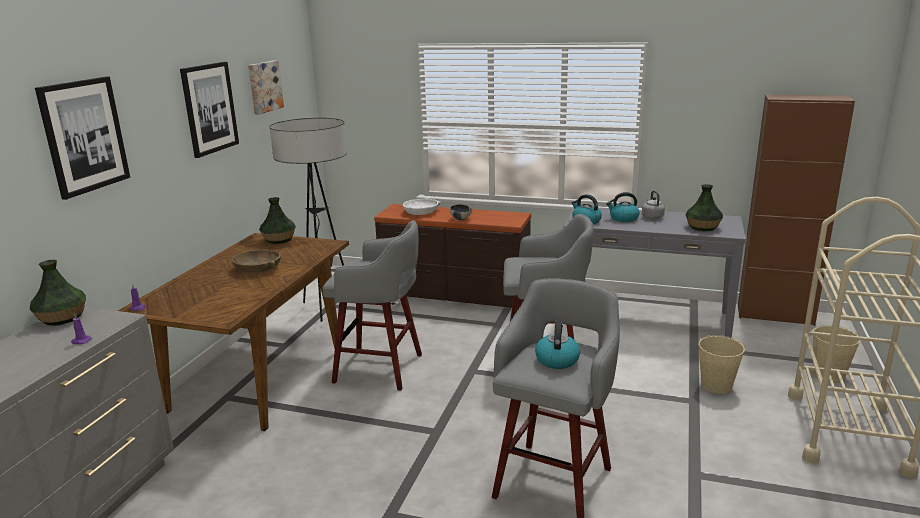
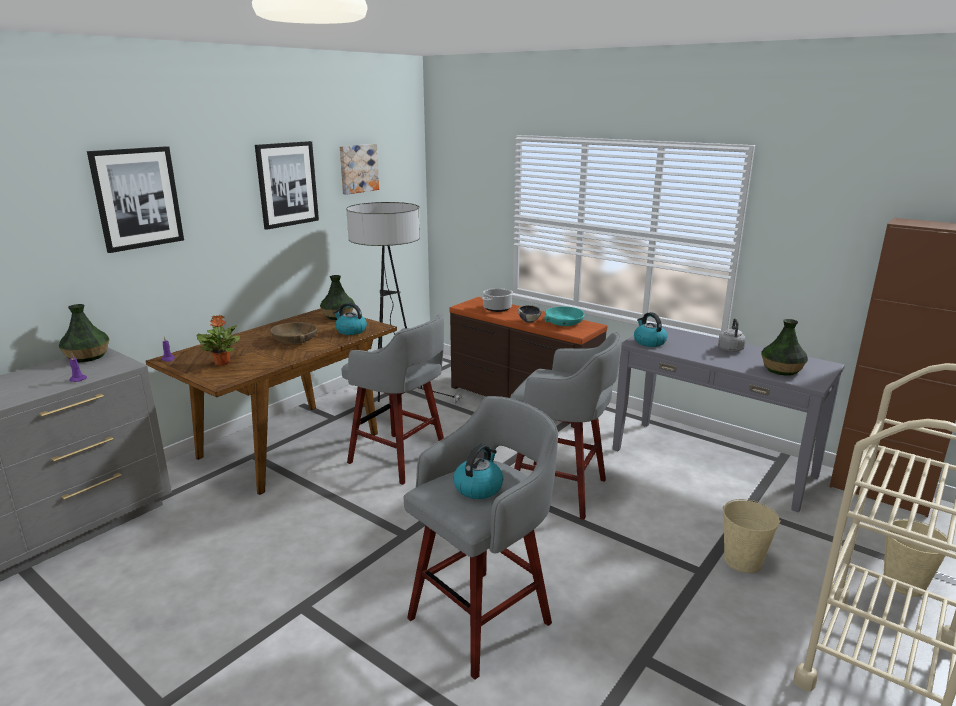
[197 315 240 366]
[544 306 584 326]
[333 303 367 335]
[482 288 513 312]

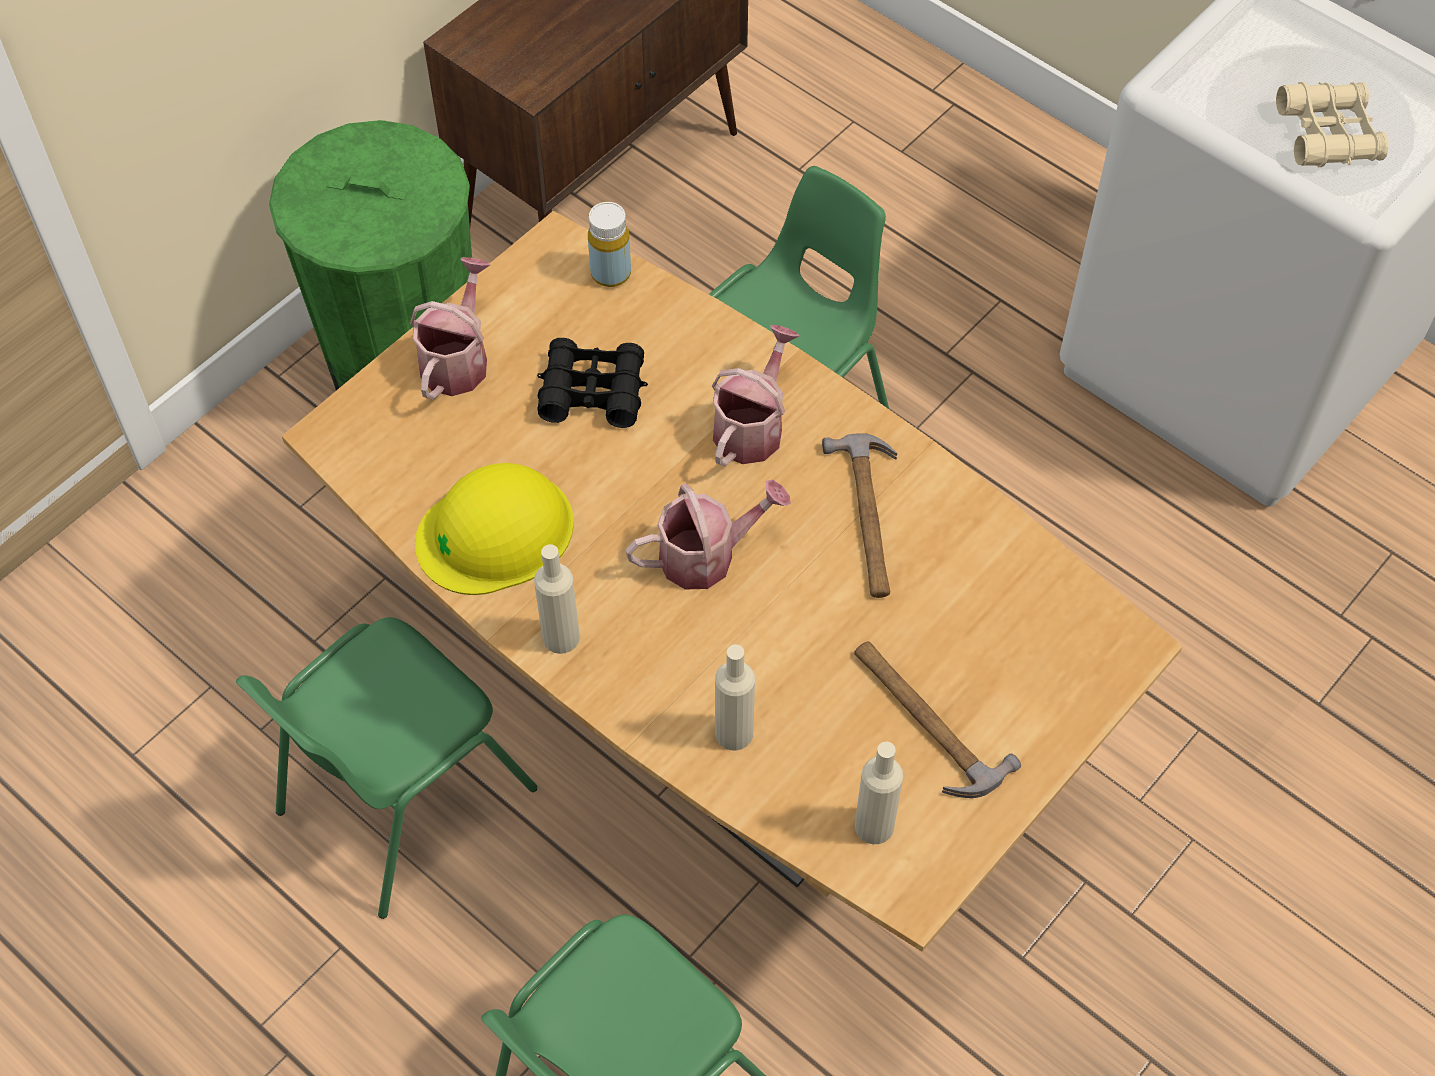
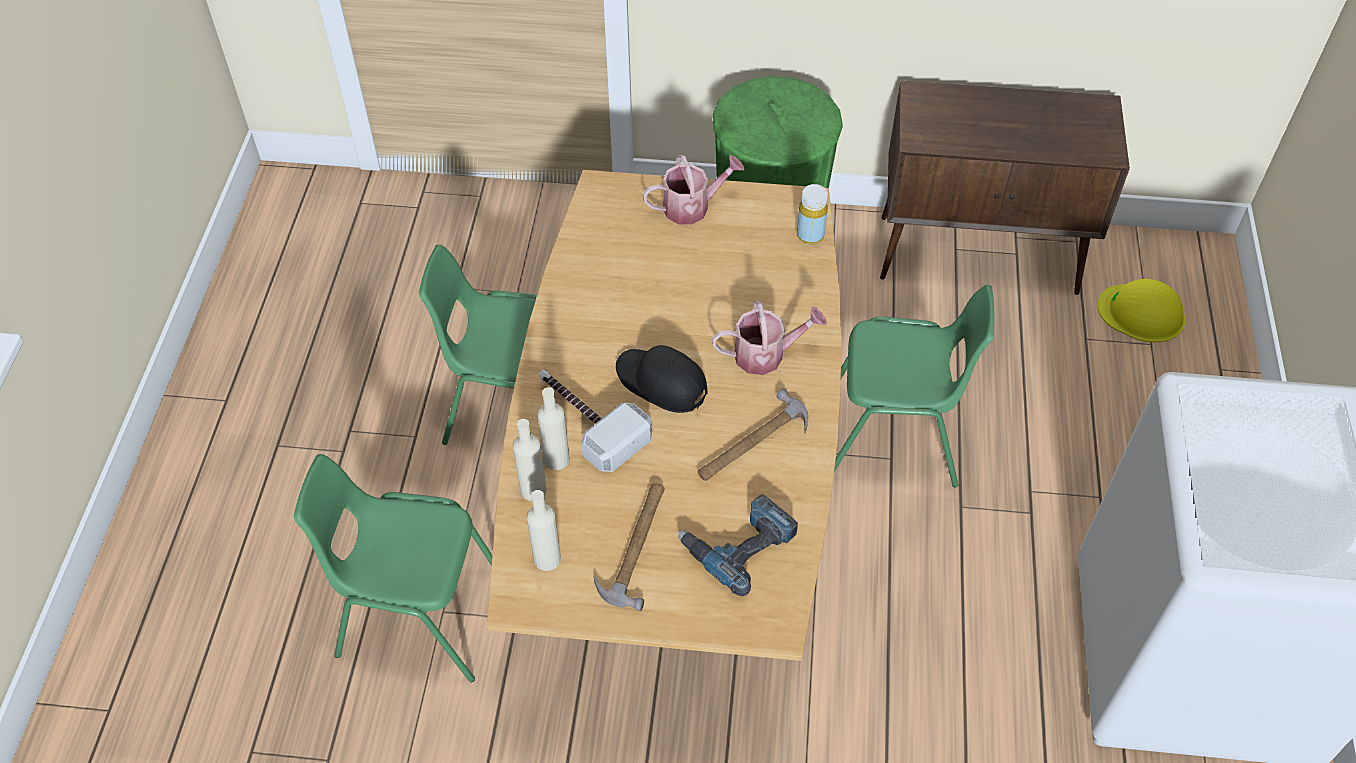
[537 338 648 428] (first image)
[1276 82 1389 167] (first image)
[539 370 652 472]
[677 494 798 596]
[1097 279 1185 342]
[513 419 547 501]
[616 345 708 413]

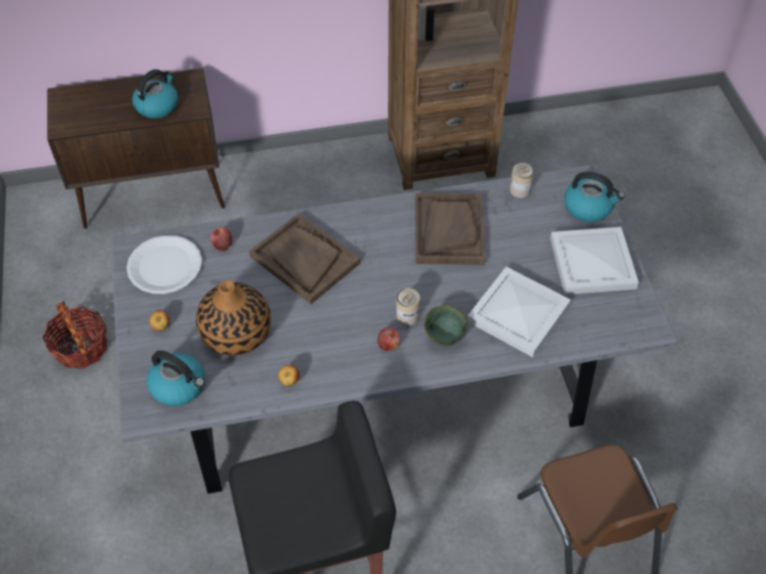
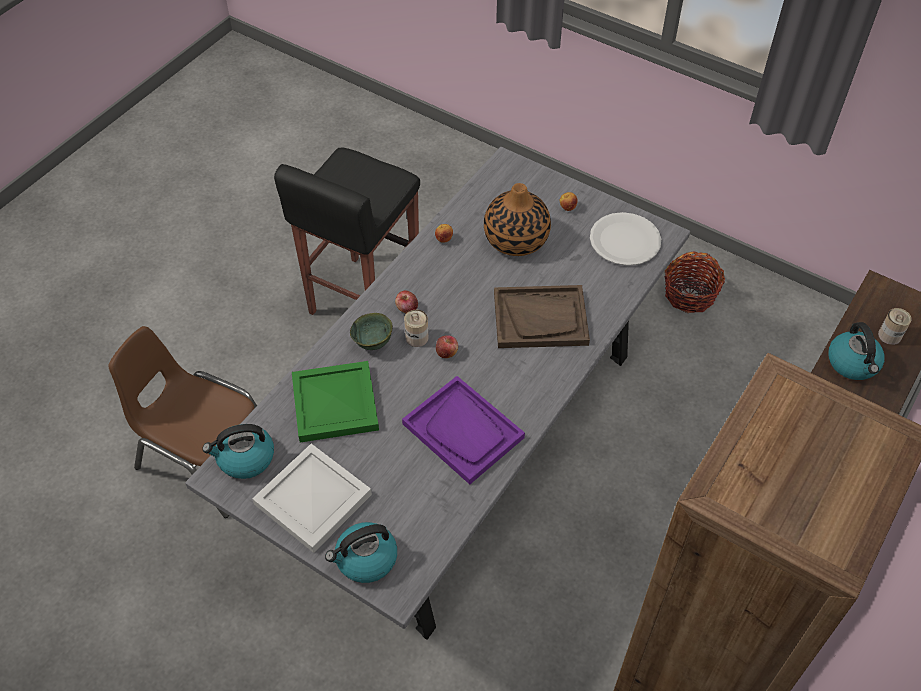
[202 424 274 479]
[436 335 458 358]
[878 308 912 345]
[402 376 525 484]
[292 361 379 443]

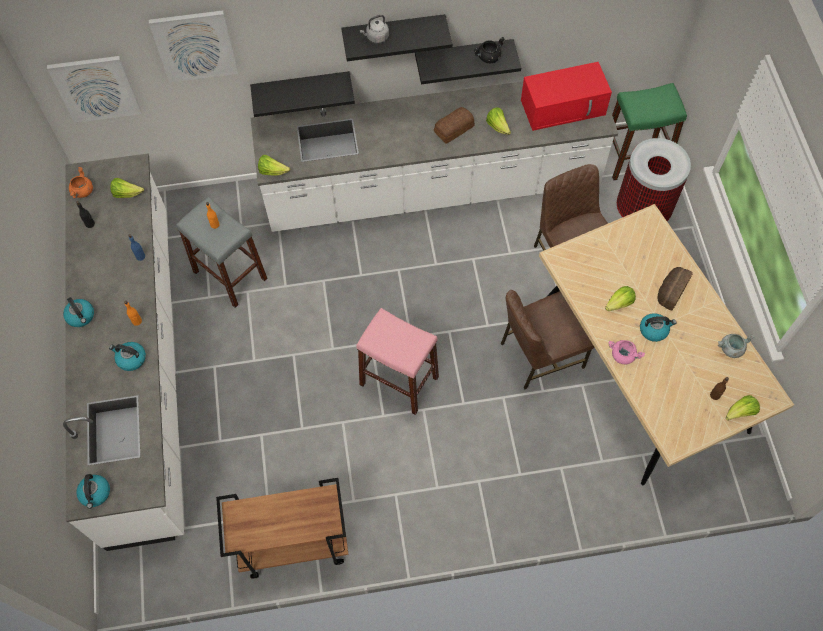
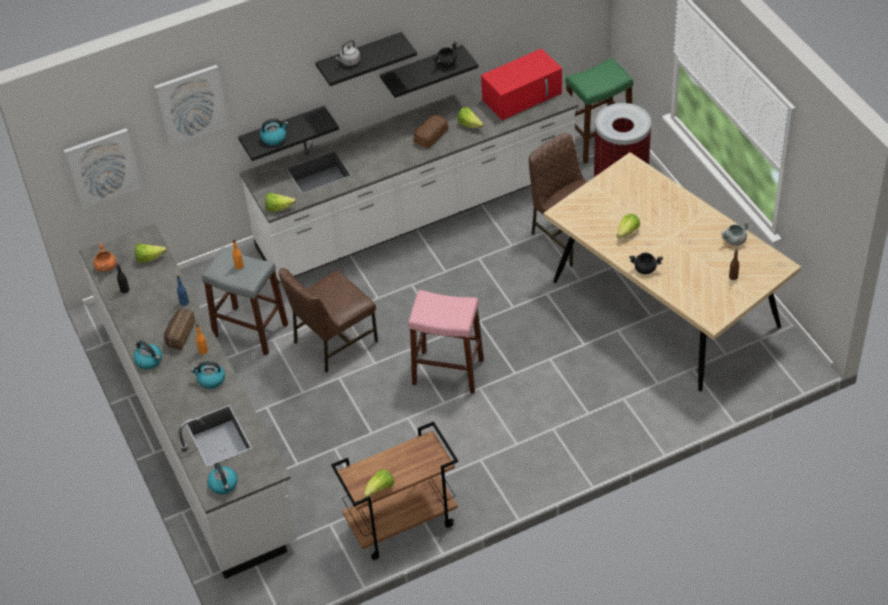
[279 268 378 373]
[260 118 288 145]
[164 309 195 350]
[364 469 394 498]
[629 253 663 274]

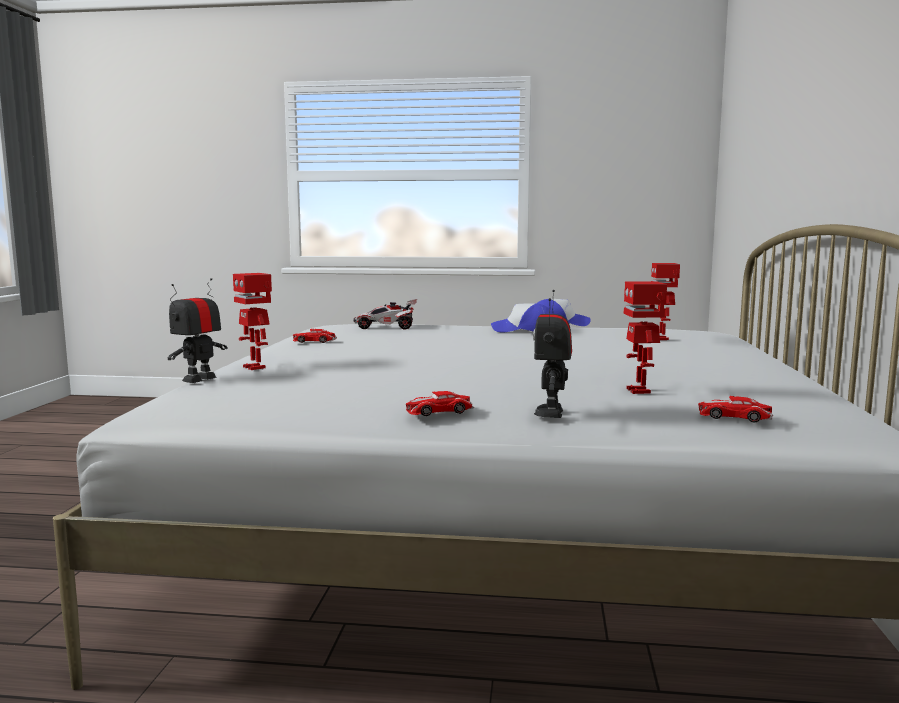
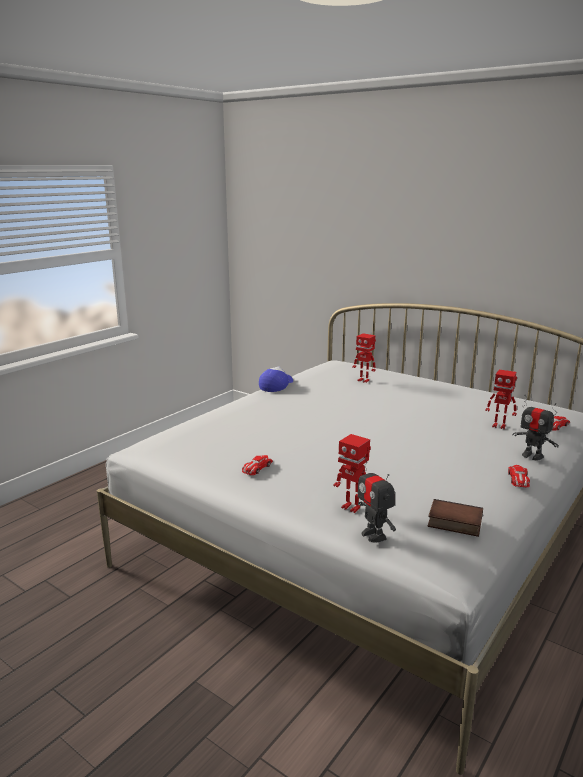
[353 299 417 329] (first image)
[491 303 553 333] (first image)
[428 499 483 537]
[334 434 371 513]

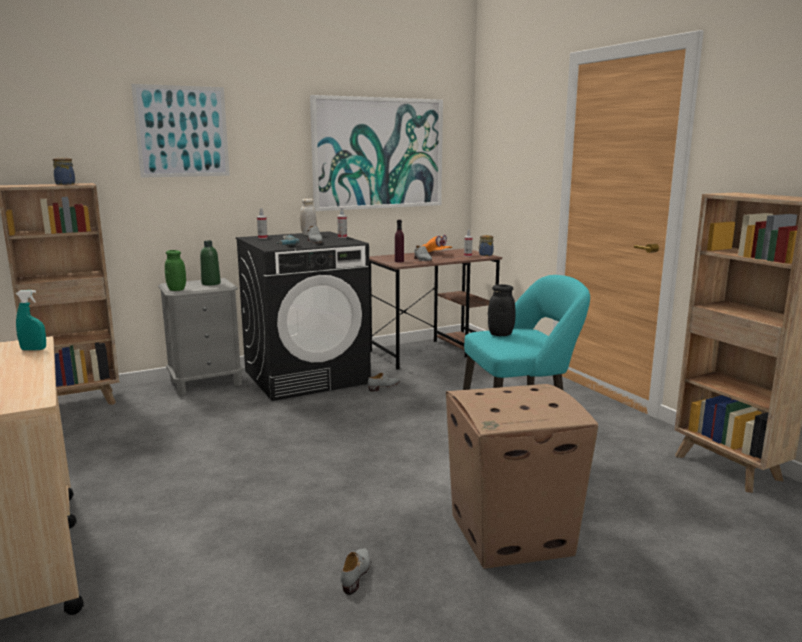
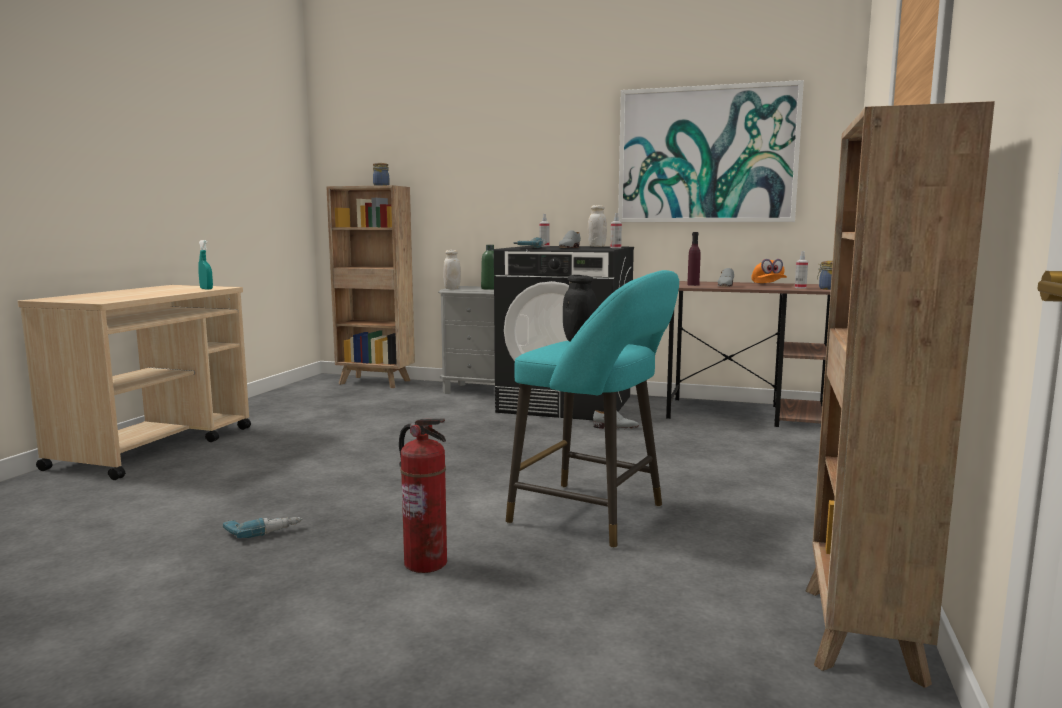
[131 84 230 178] (first image)
[223 517 303 538]
[399 419 447 573]
[443 250 461 289]

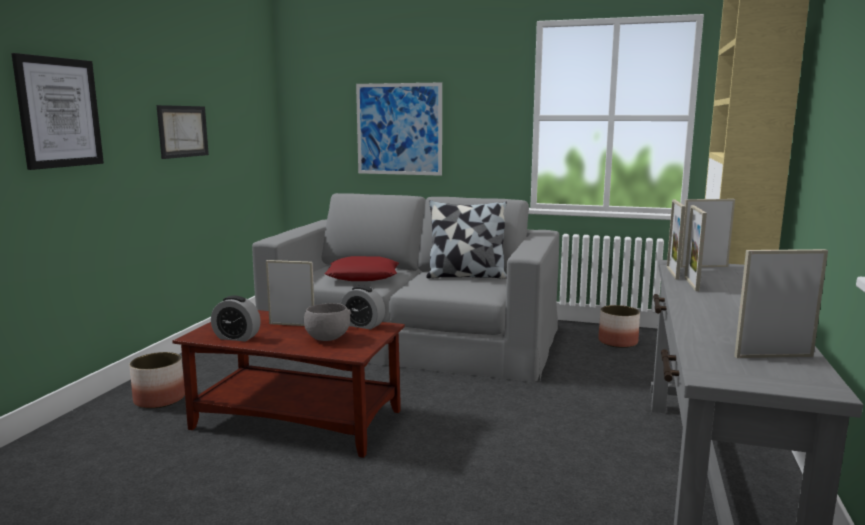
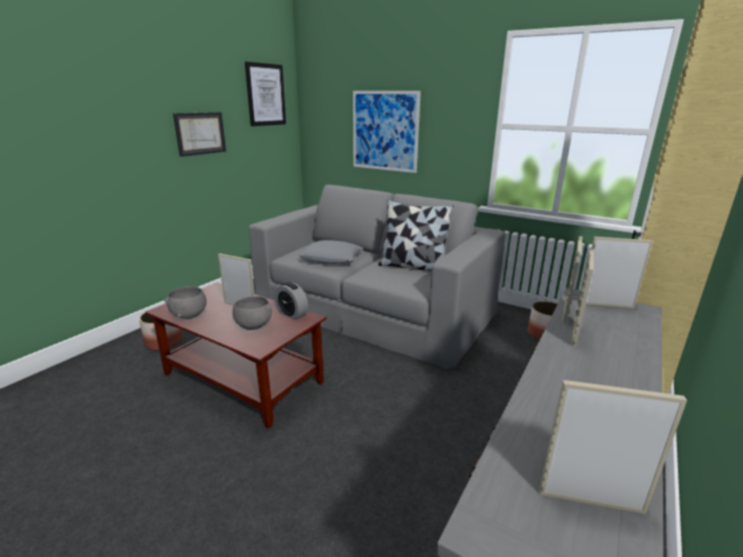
[245 62 286 126]
[165 286 206 319]
[298 240 364 264]

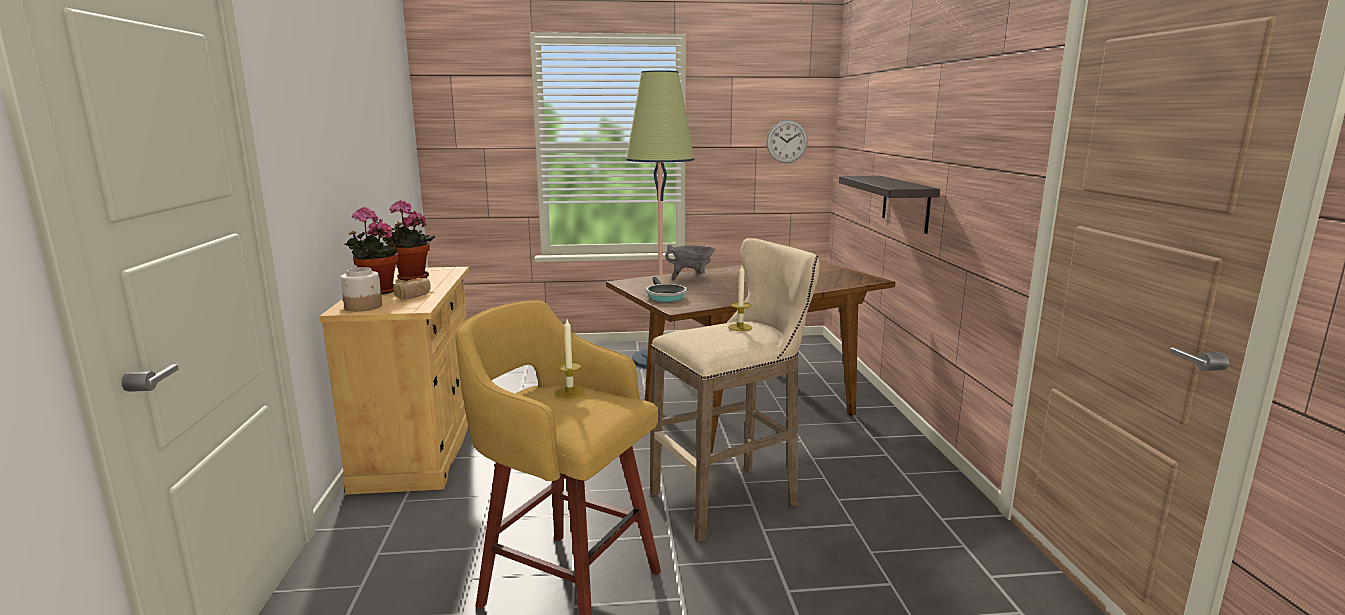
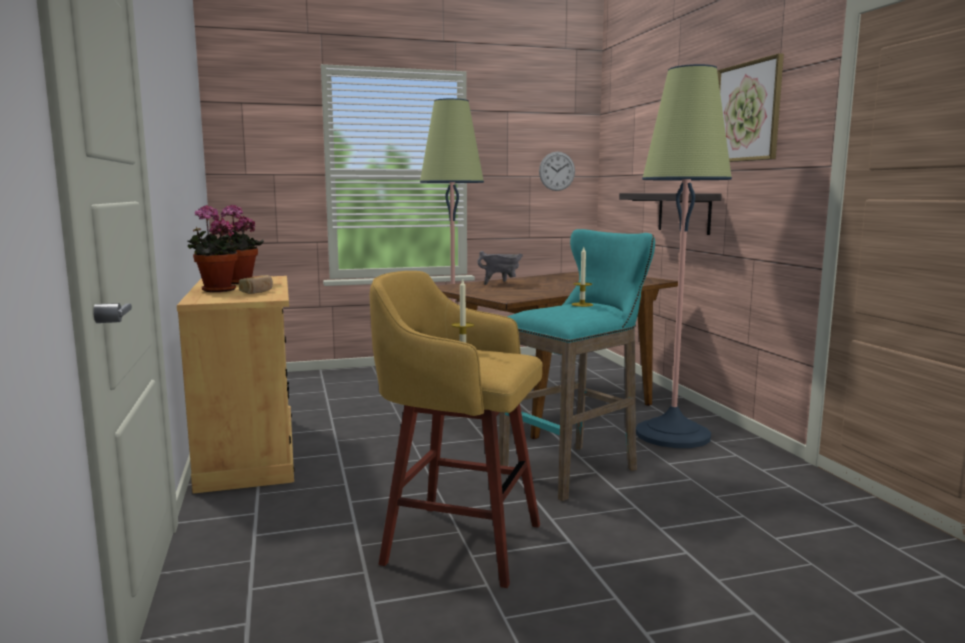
[340 267 382 312] (first image)
[646 277 687 302] (first image)
[636 64 732 448]
[718 53 784 162]
[499 229 655 501]

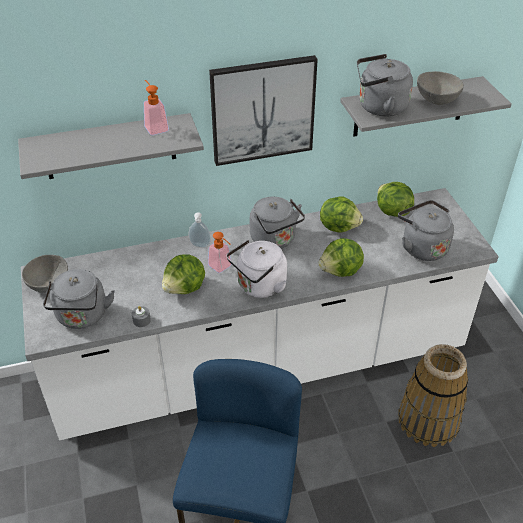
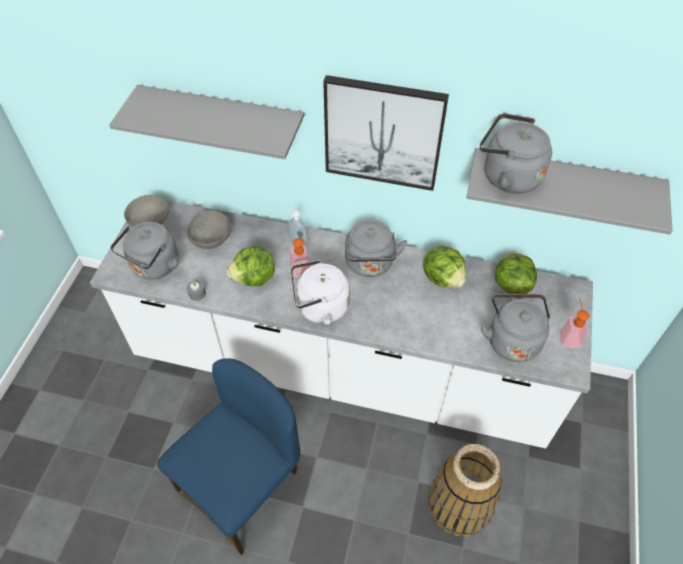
[318 238 364 277] (first image)
[559 299 590 348]
[186 210 231 249]

